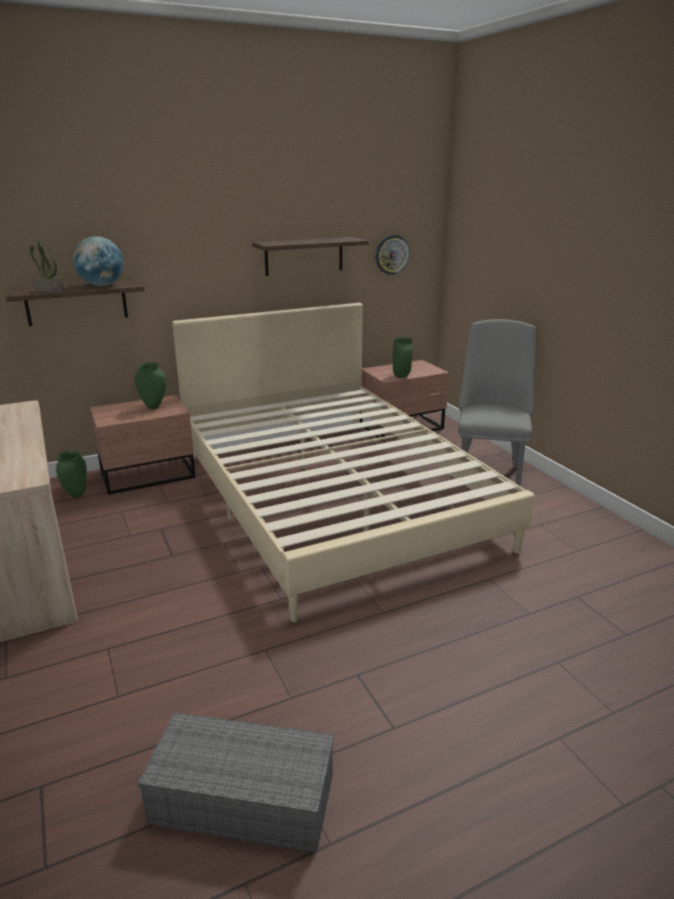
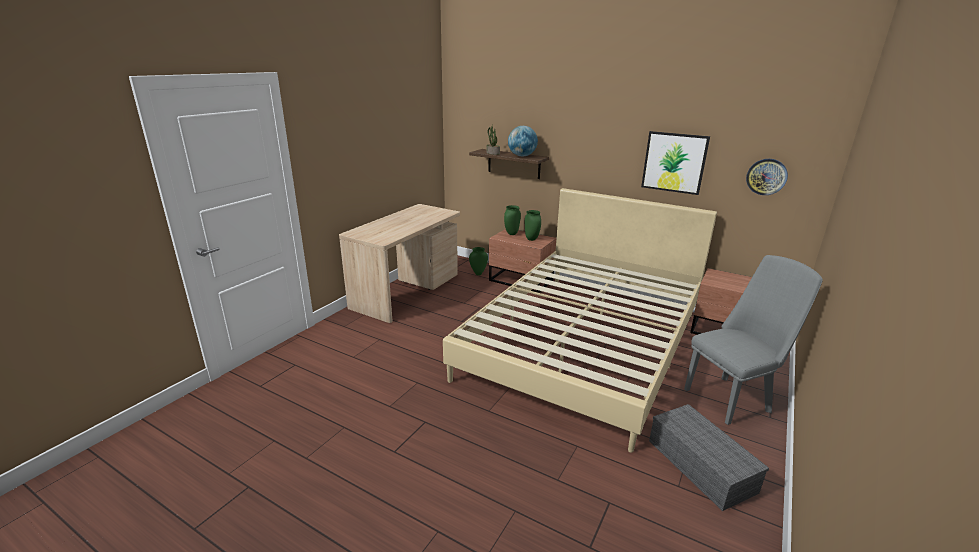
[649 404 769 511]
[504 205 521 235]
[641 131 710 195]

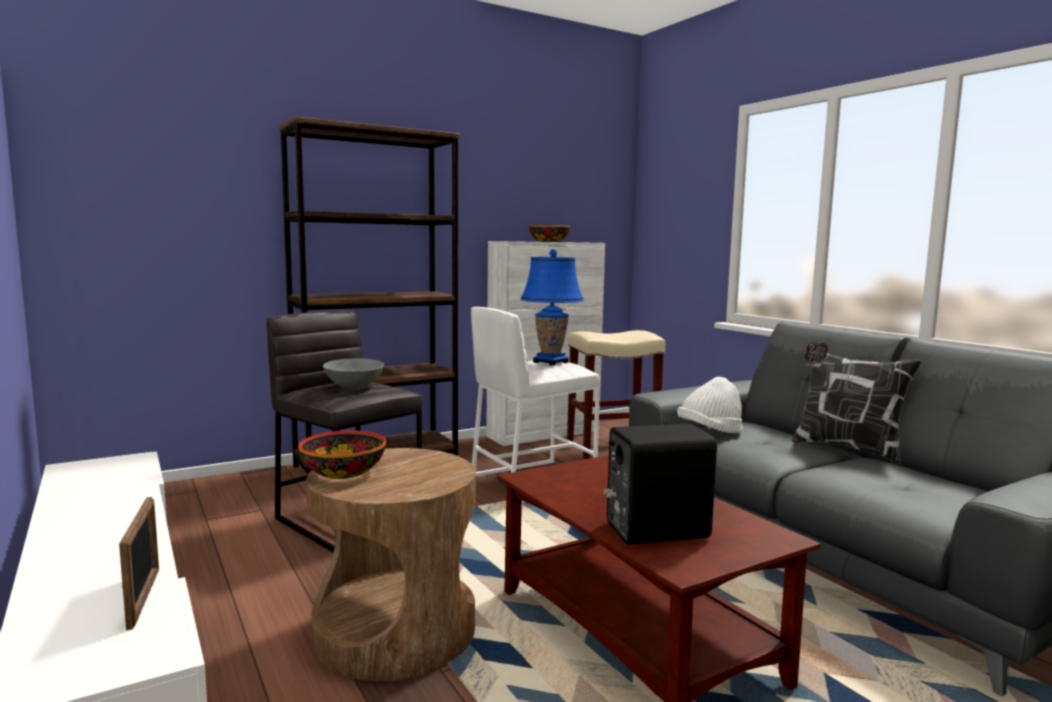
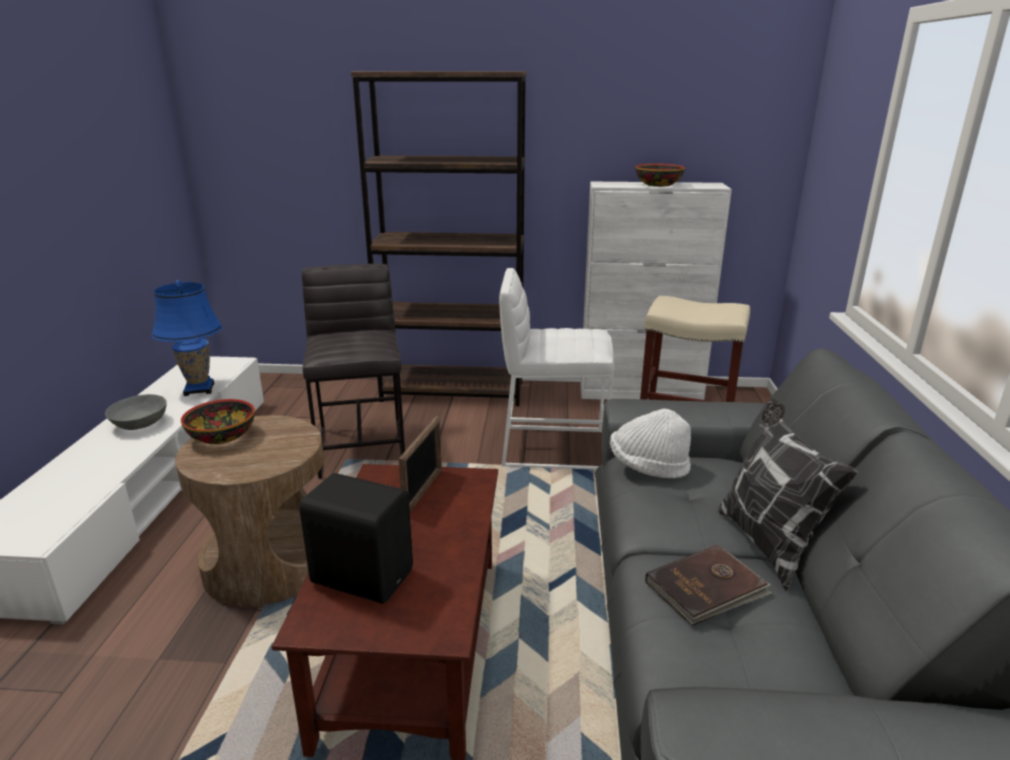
[645 545 772 626]
[399 416 442 512]
[105 394 167 430]
[151 280 223 396]

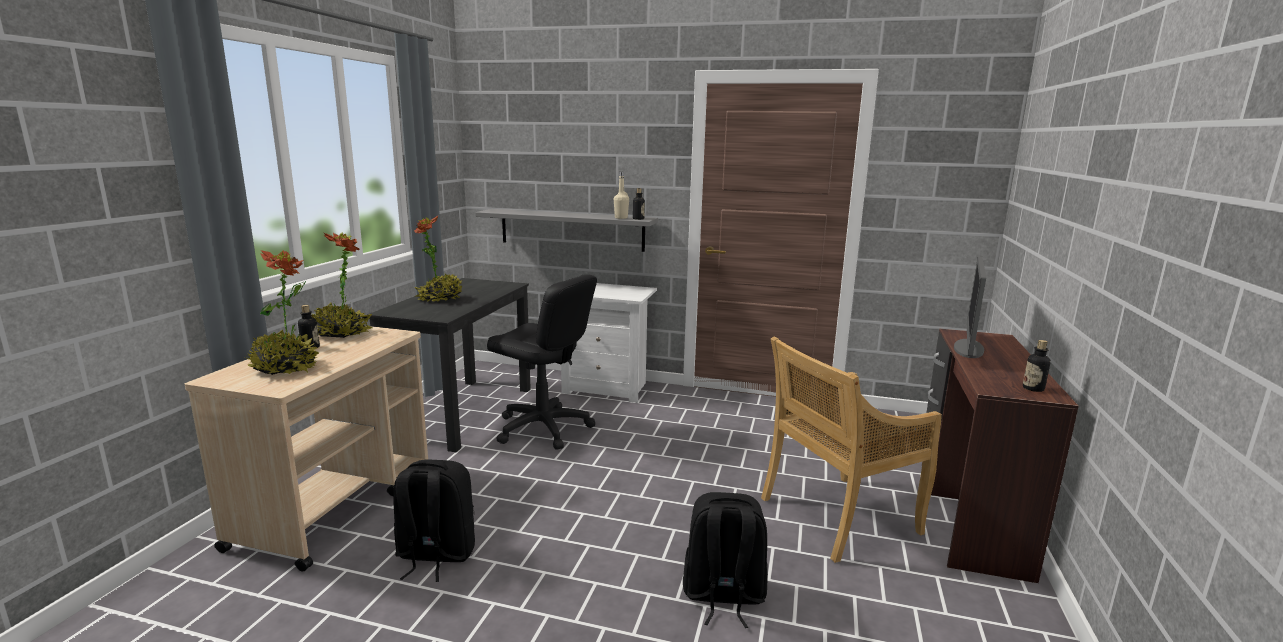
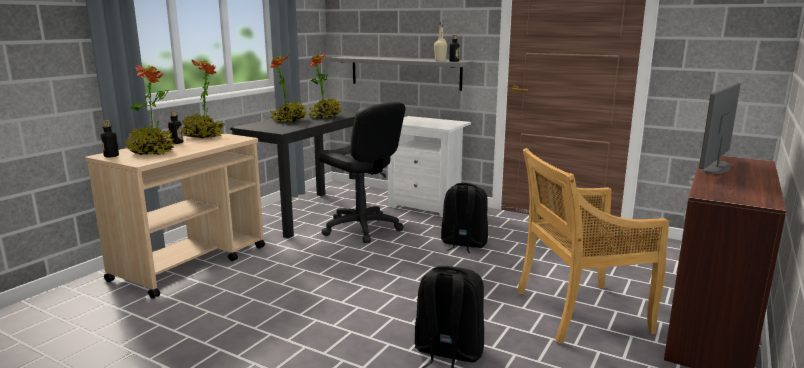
[307 54 341 118]
[441 183 488 253]
[101 121 119 157]

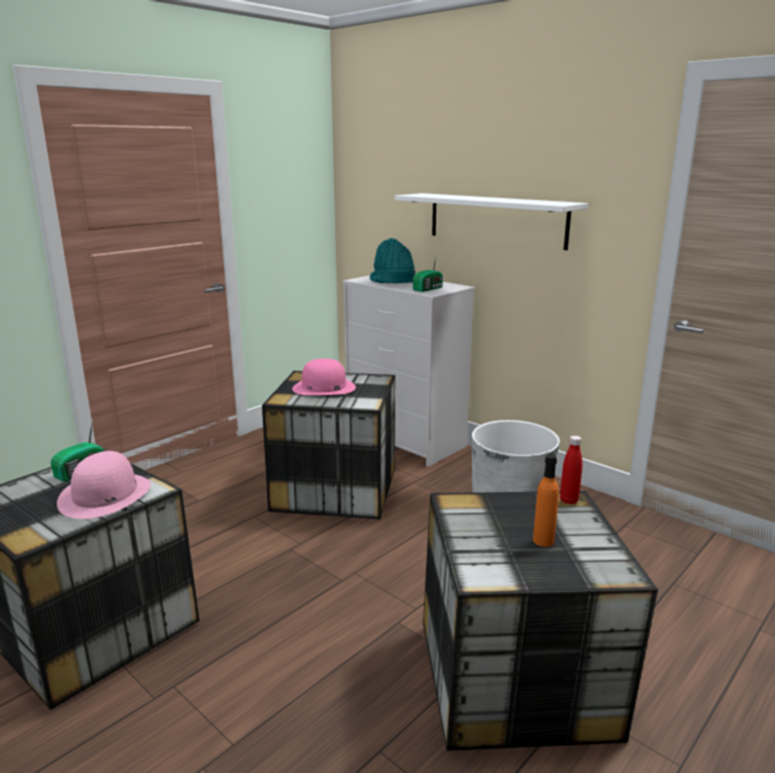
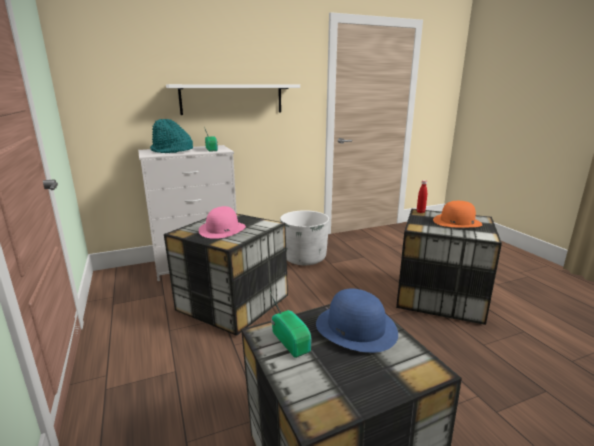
[433 201 482 227]
[316 288 398 353]

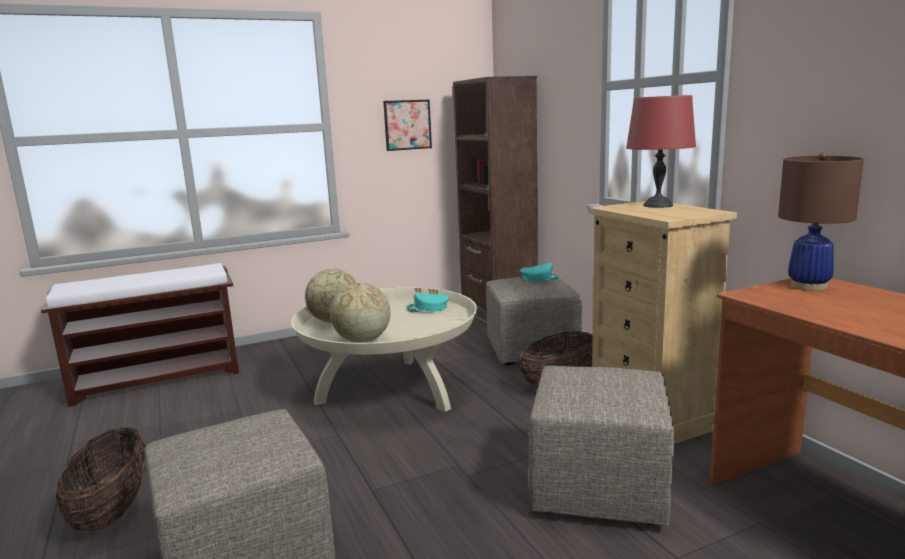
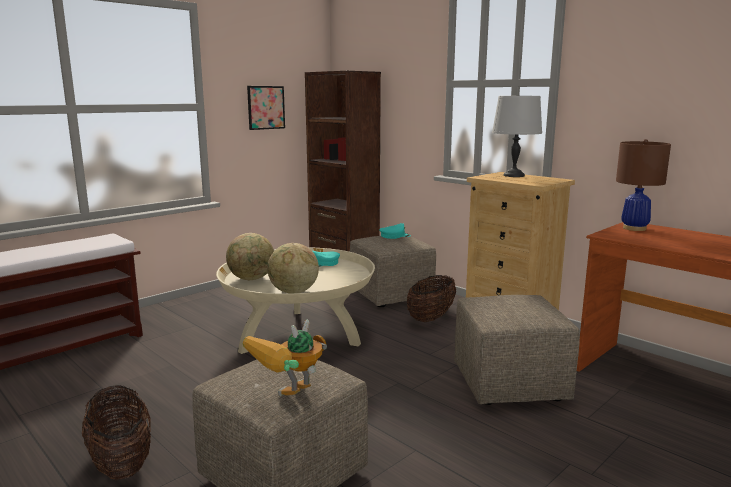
[243 320 327 397]
[492 96 542 177]

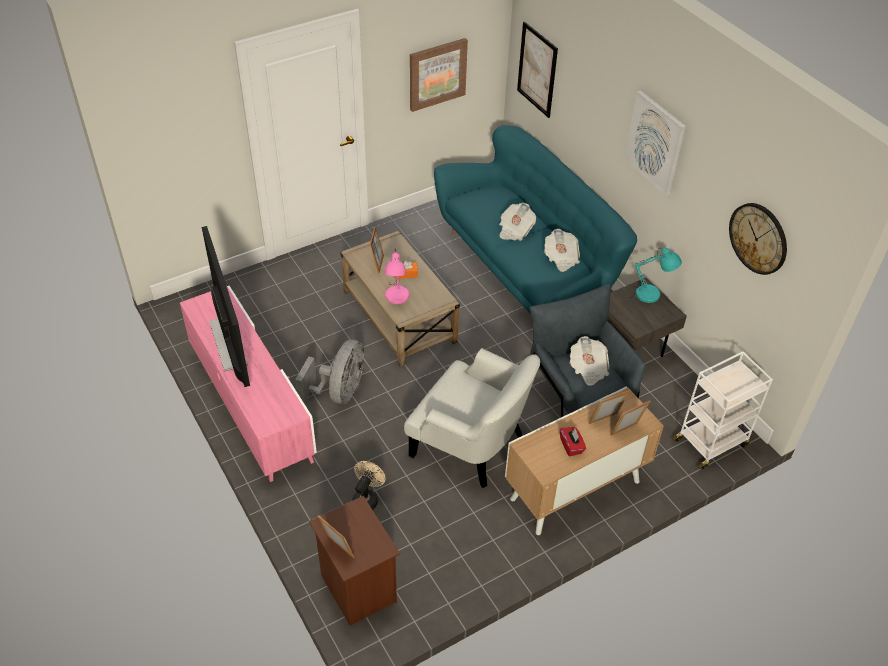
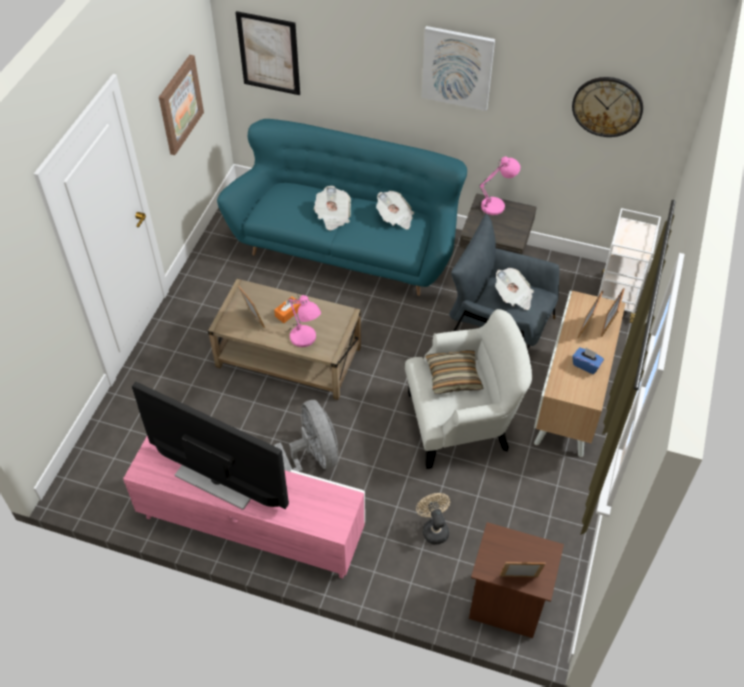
[425 350 484 394]
[572 347 604 374]
[479 157 521 219]

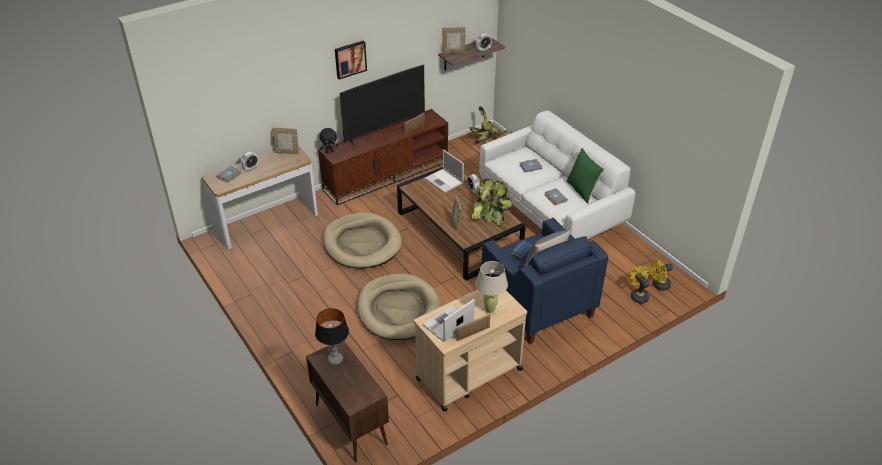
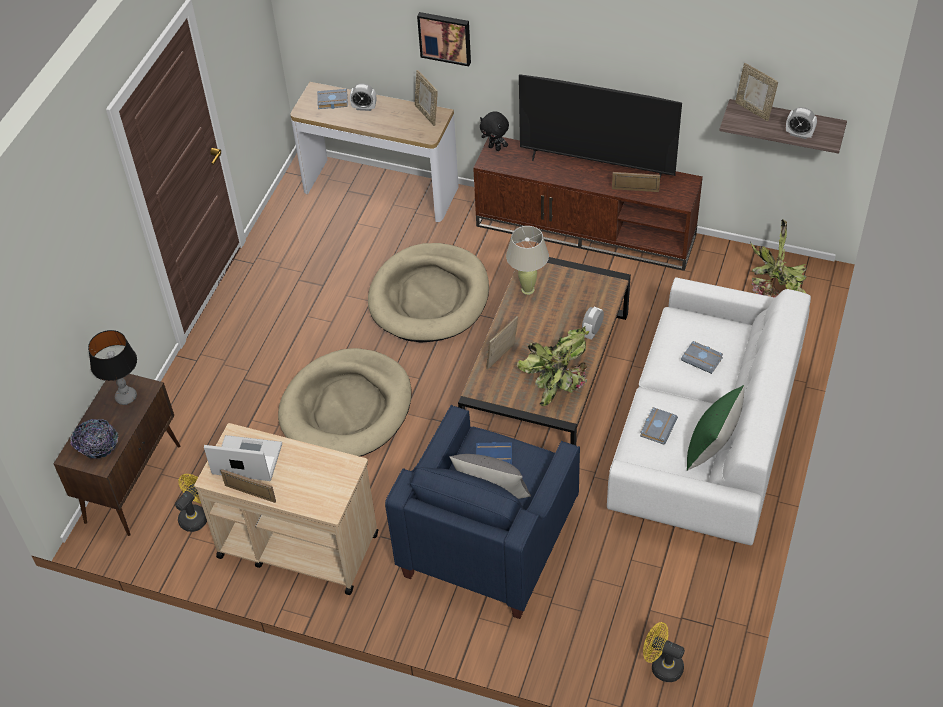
[425 150 464 193] (first image)
[71 419 118 459]
[417 12 471 66]
[506 226 549 295]
[175 474 207 532]

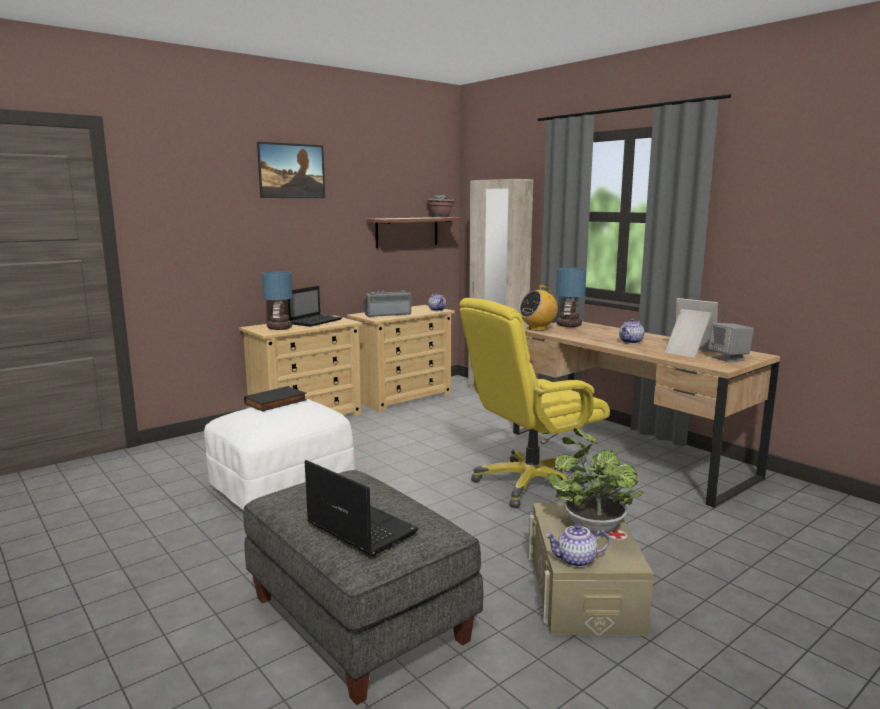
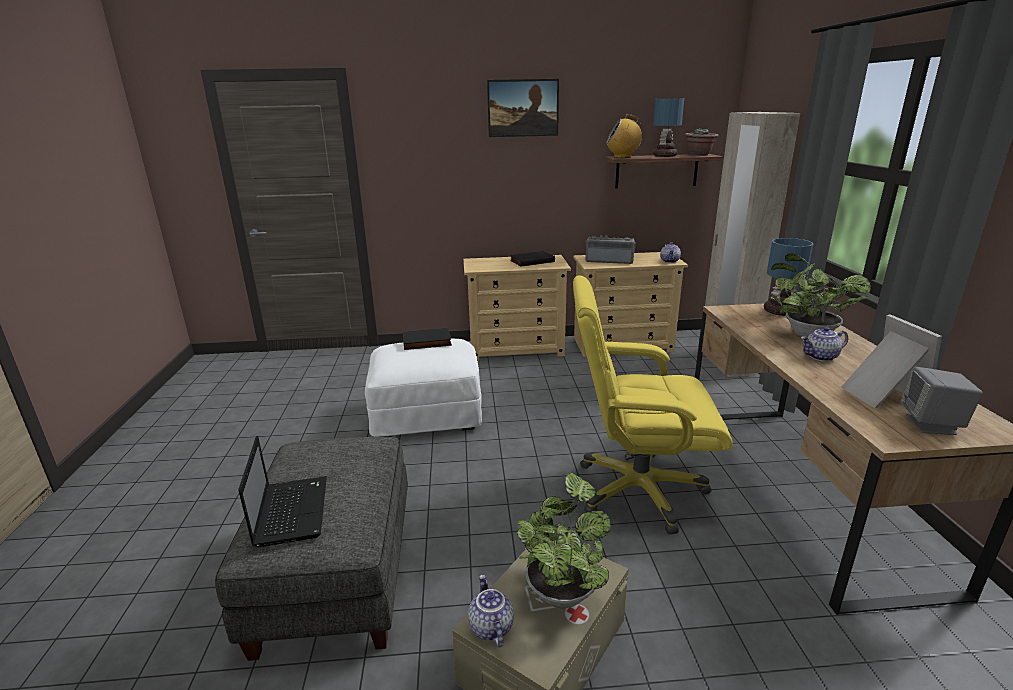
[771 253 871 337]
[653 98 684 157]
[606 114 642 158]
[510 251 555 267]
[468 575 514 648]

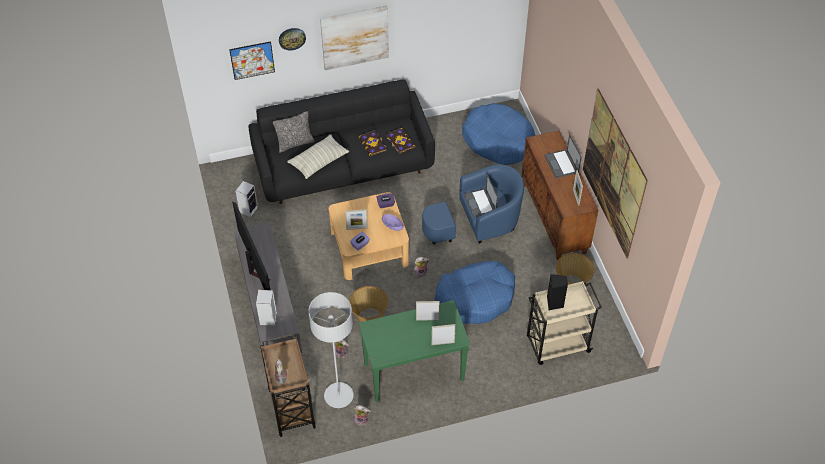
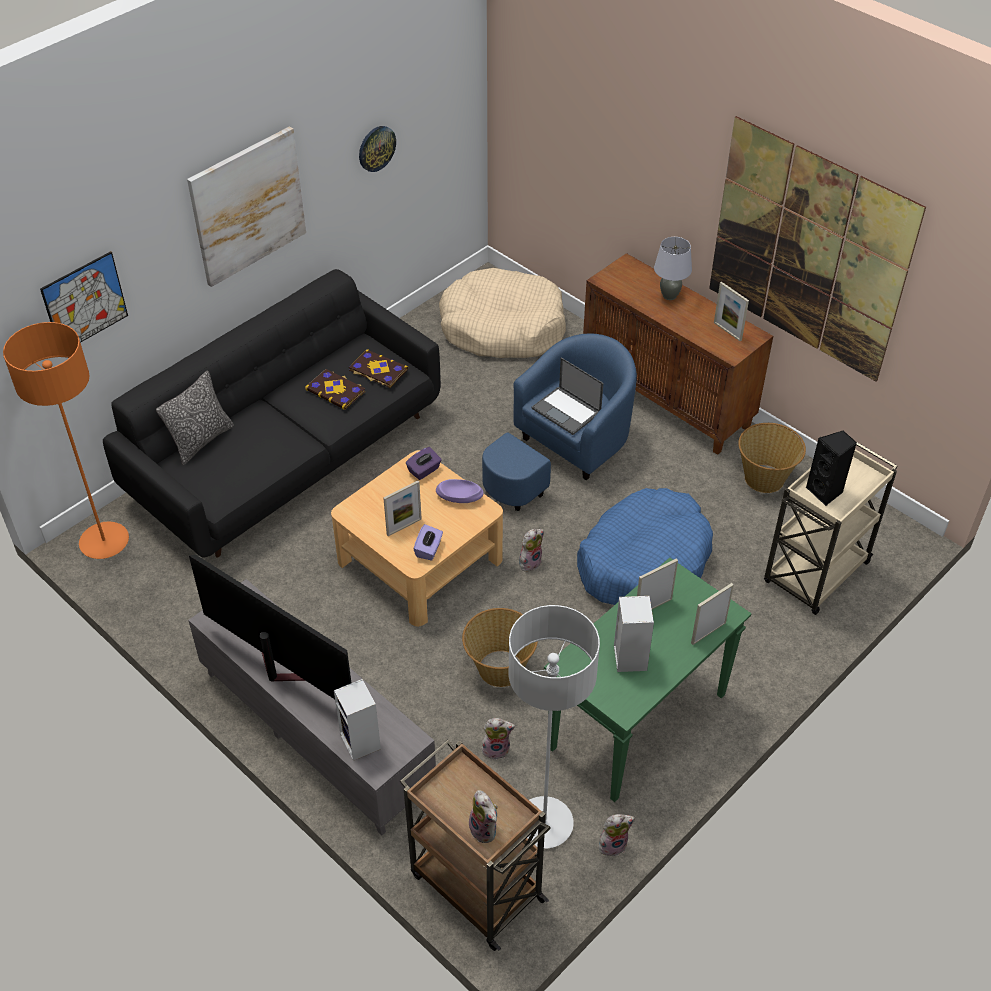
[287 134 349 179] (first image)
[3 322 129 559]
[614 596 654 672]
[359 126 396 172]
[654 237 692 300]
[439 268 566 358]

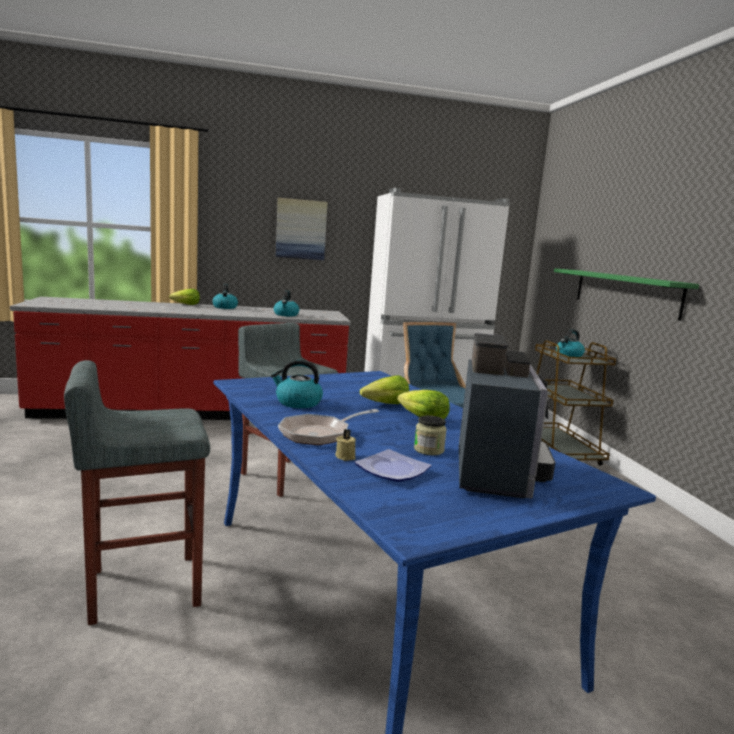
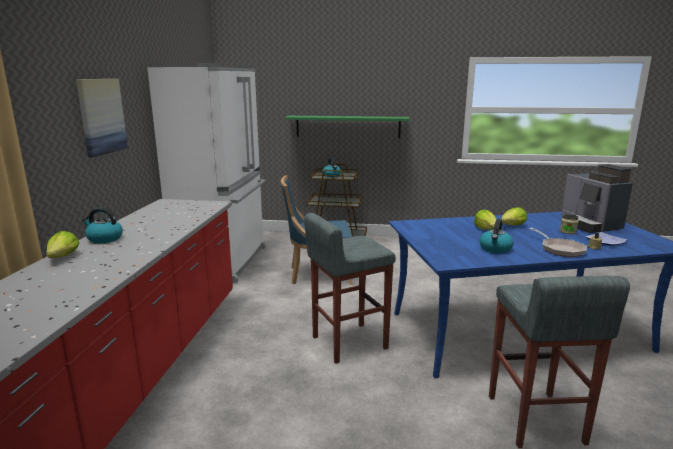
[274 290 300 317] (first image)
[561 164 633 233]

